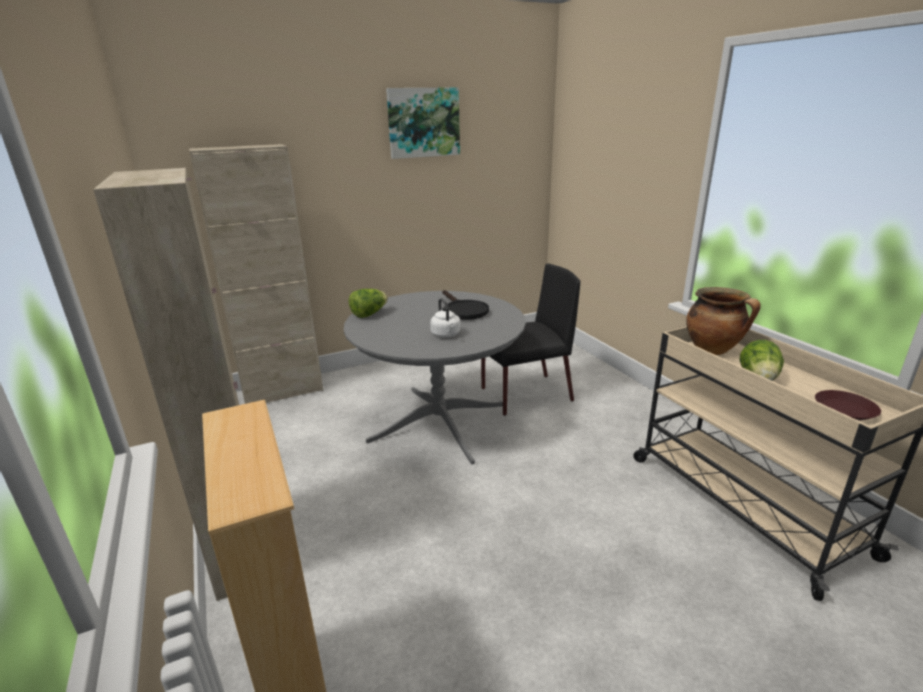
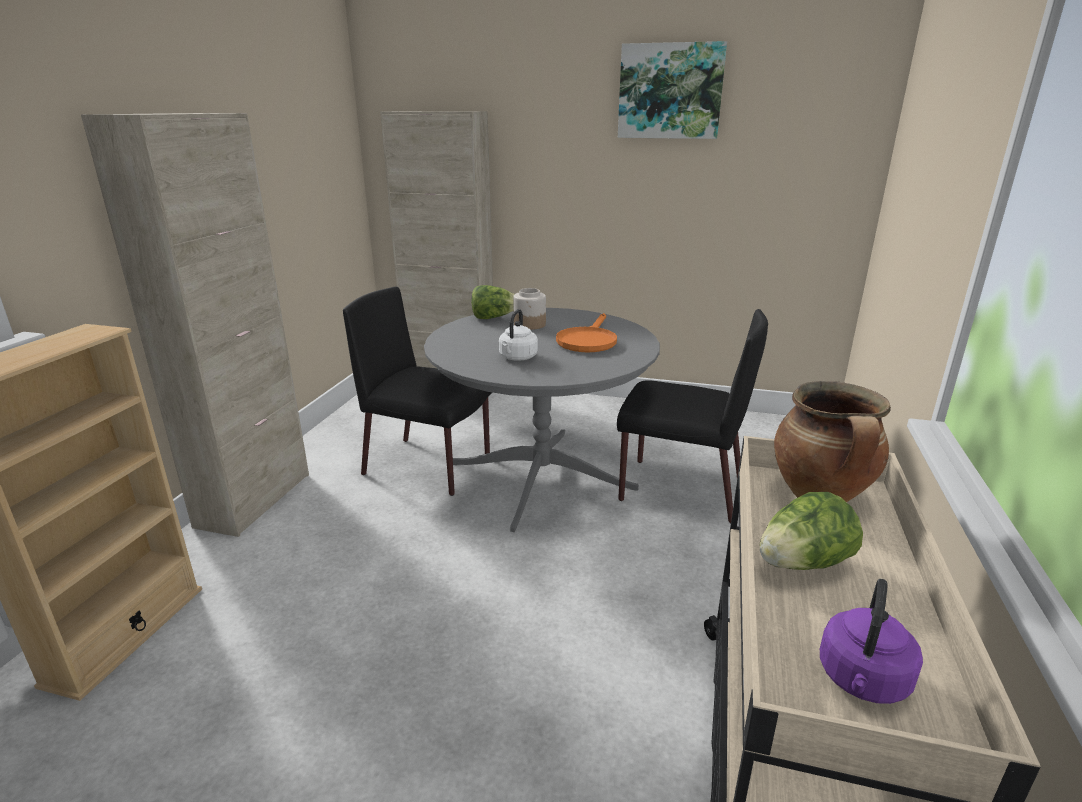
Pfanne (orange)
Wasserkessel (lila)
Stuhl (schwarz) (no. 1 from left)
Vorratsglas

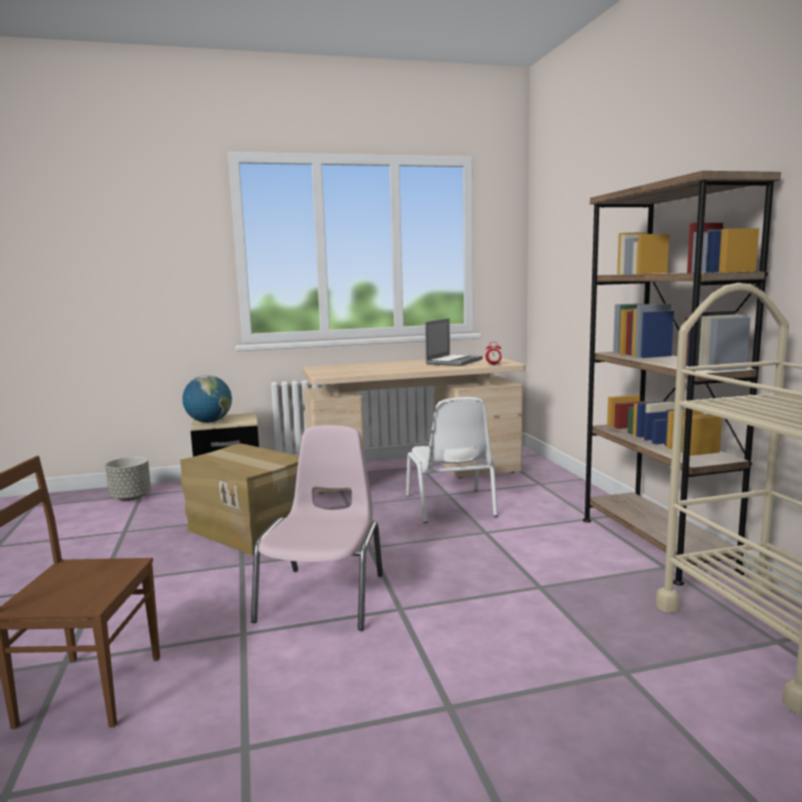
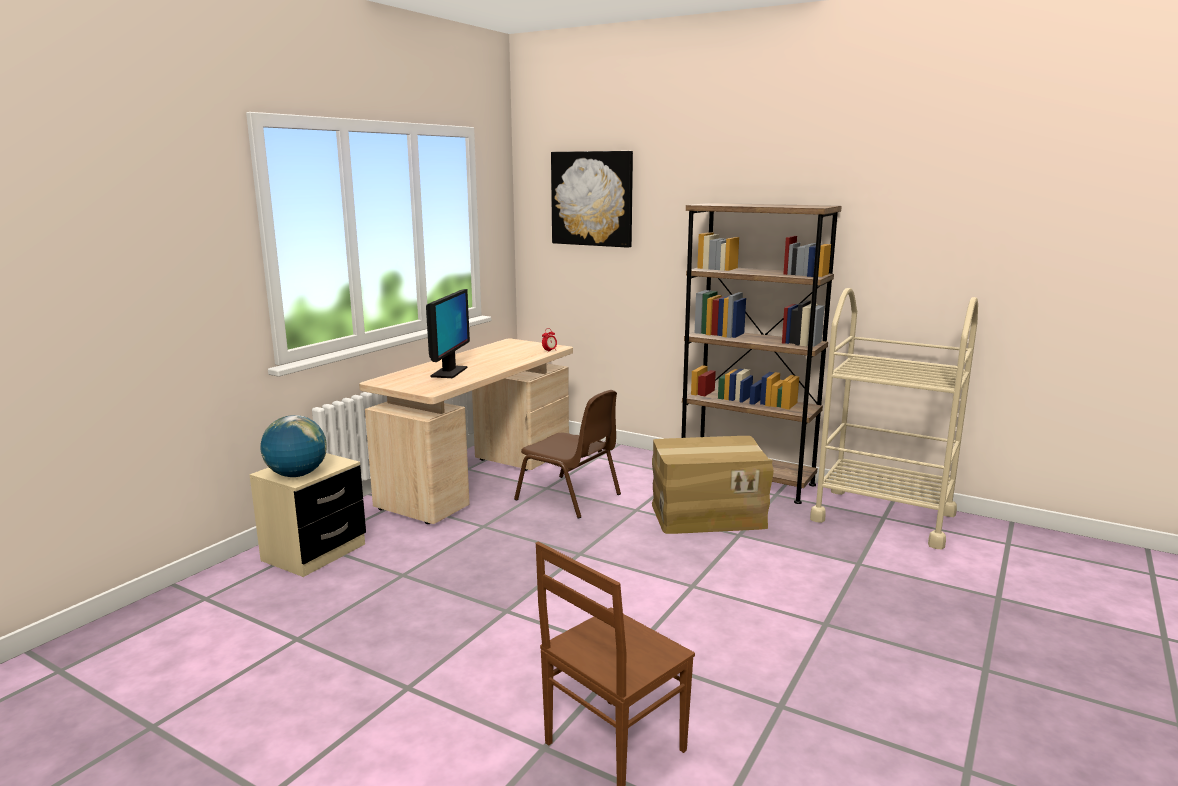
Pflanzkübel (grau)
Karton
Stuhl (rosa)
Stuhl (braun) (no. 1 from left)
Laptop
Monitor
Bild

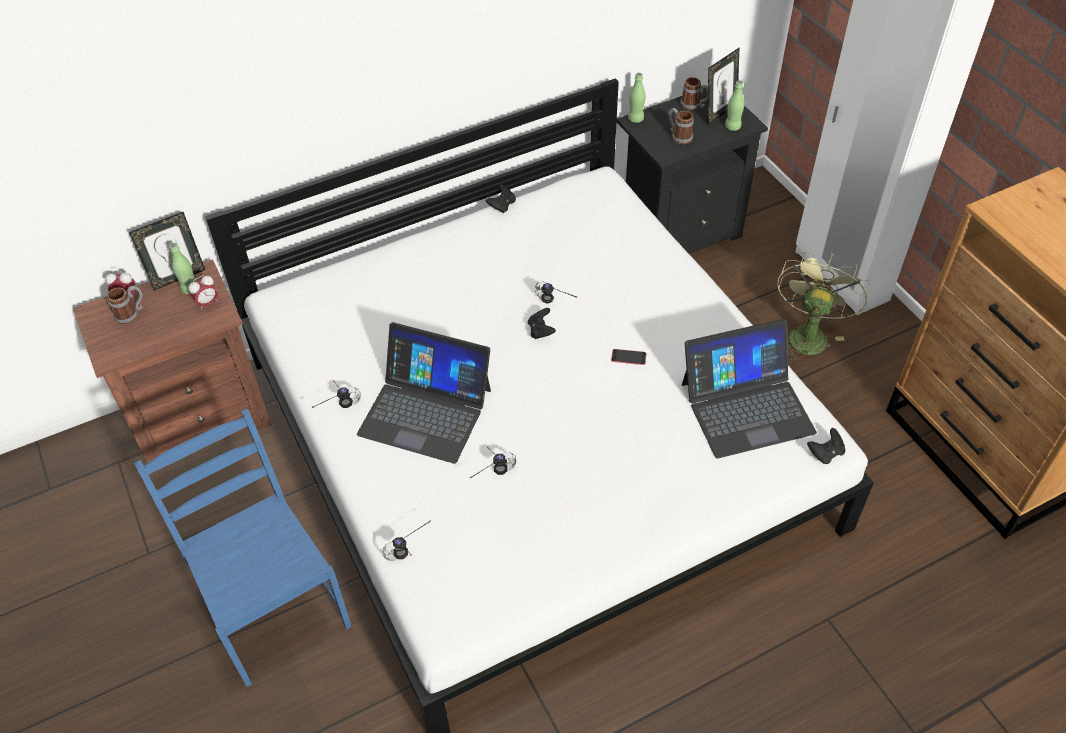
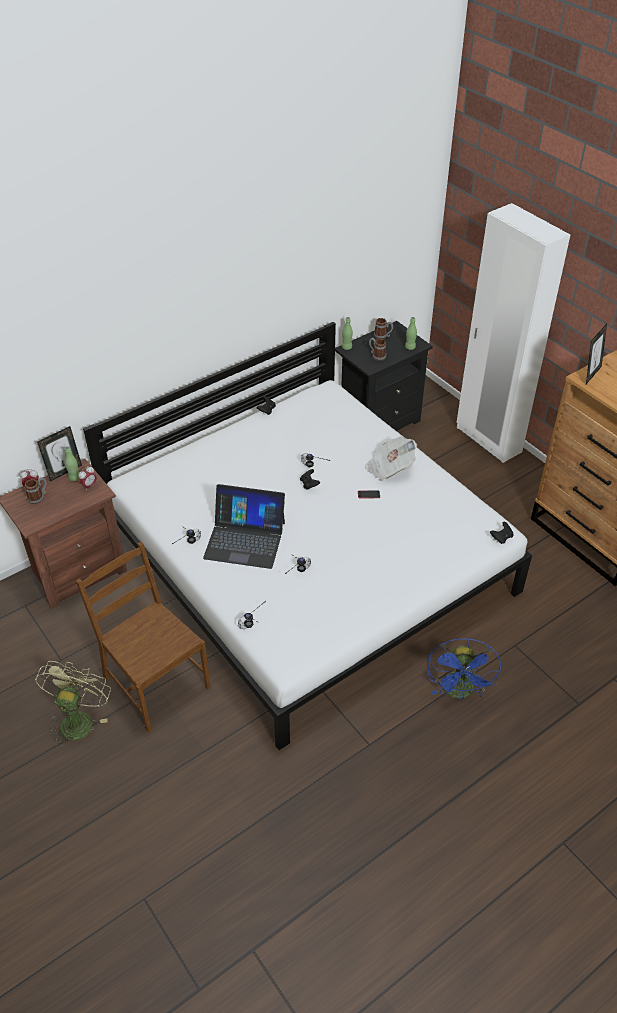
Stuhl (braun)
Laptop (no. 2 from left in the first image)
Bilderrahmen (no. 2 from left)
Ventilator (grün)
Zeitung
Ventilator (blau)

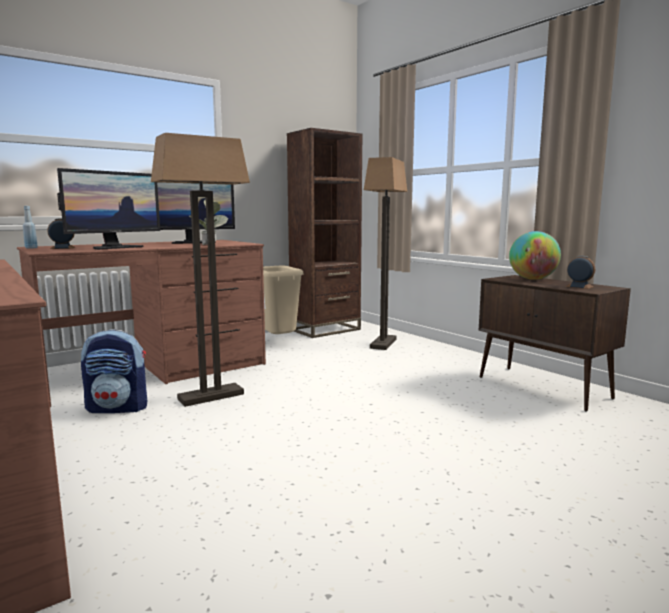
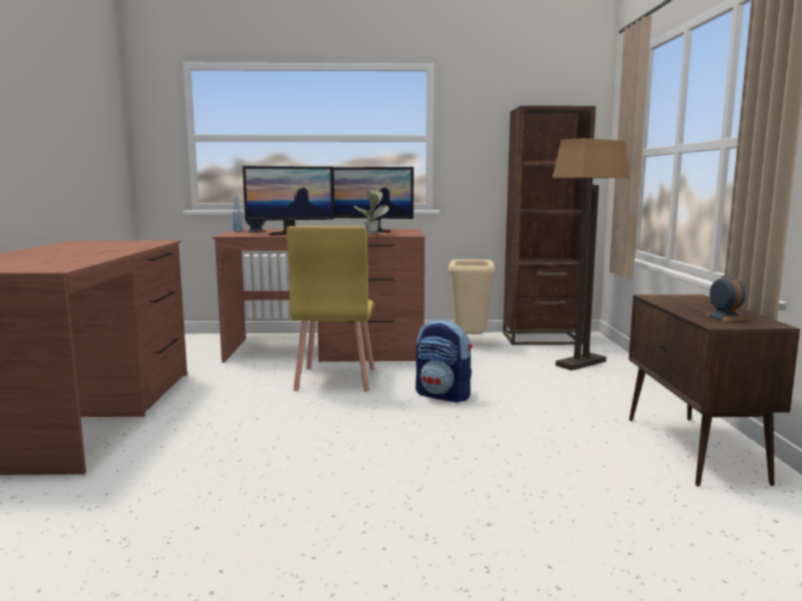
Rucksack
Stuhl (gelb)
Globus

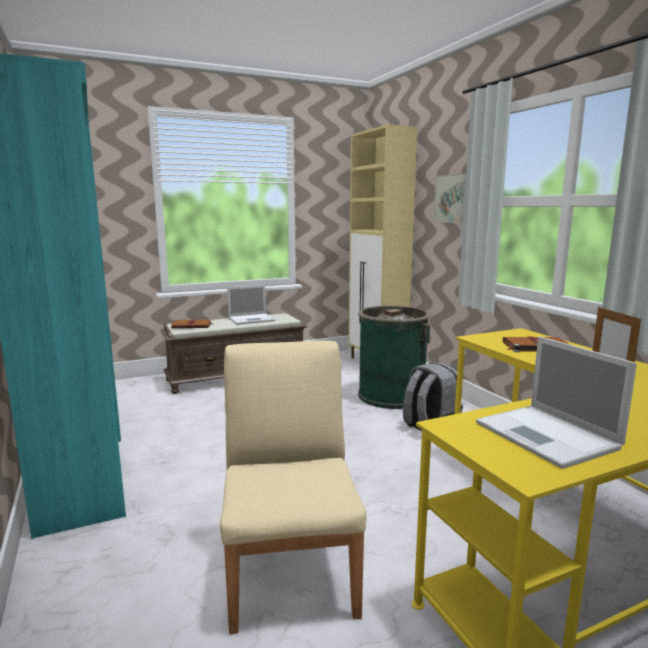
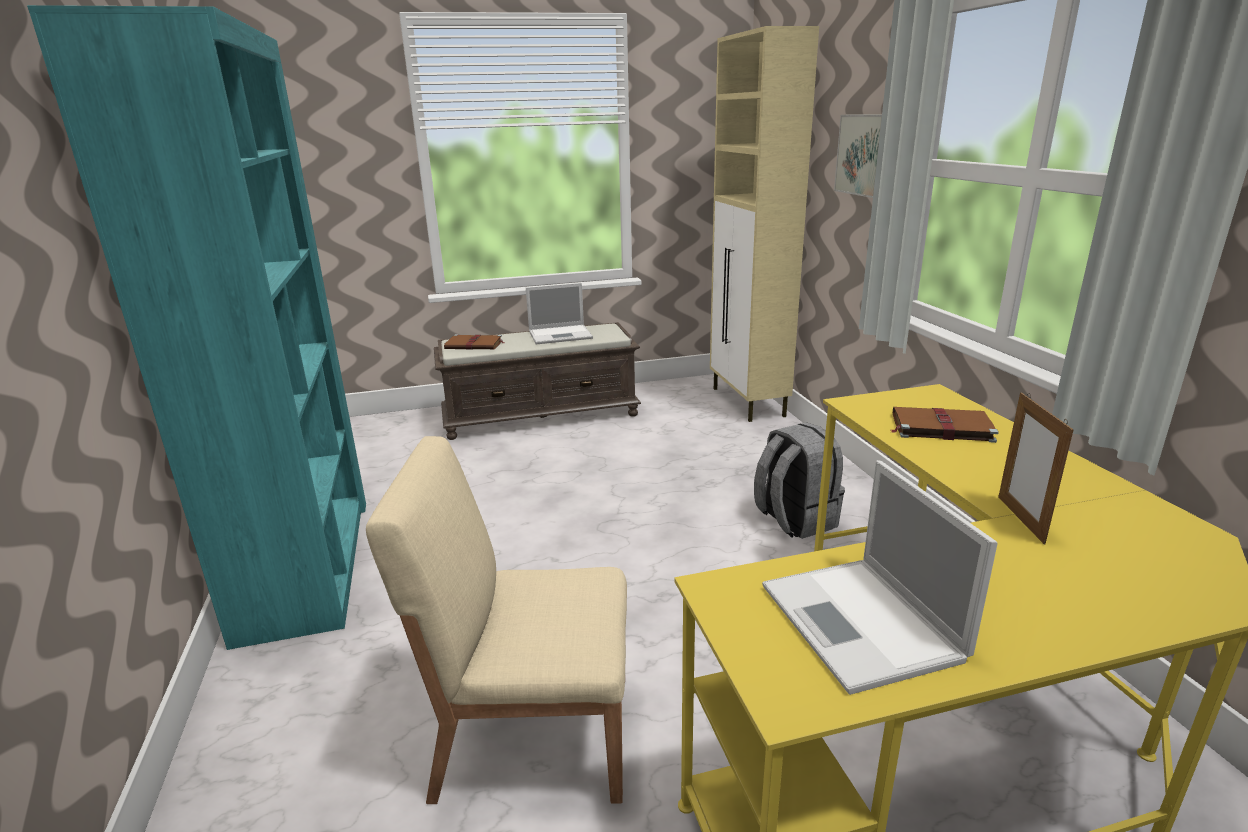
Stuhl (beige)
Mülleimer (grün)

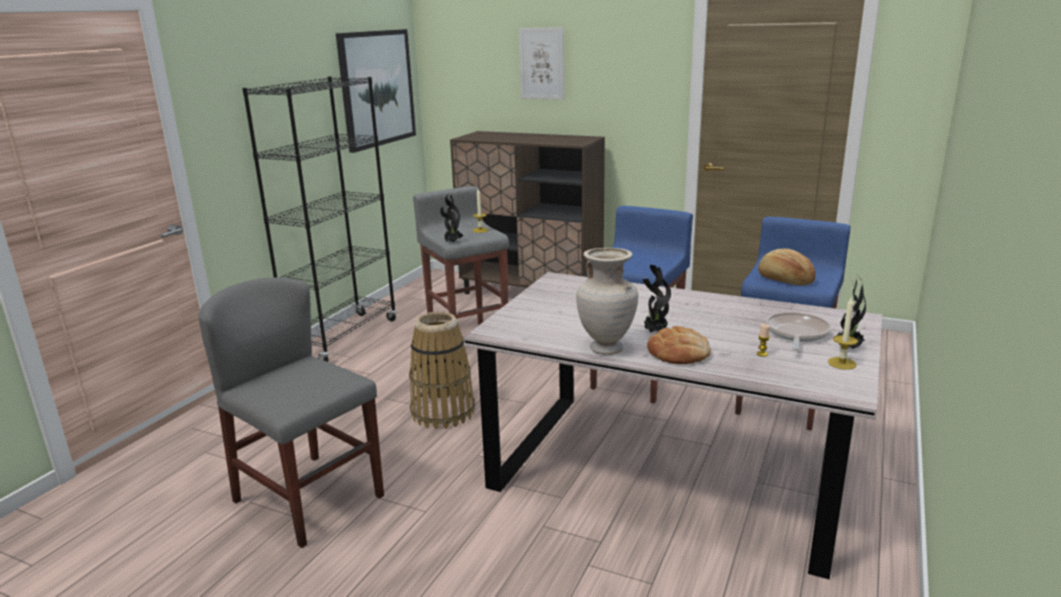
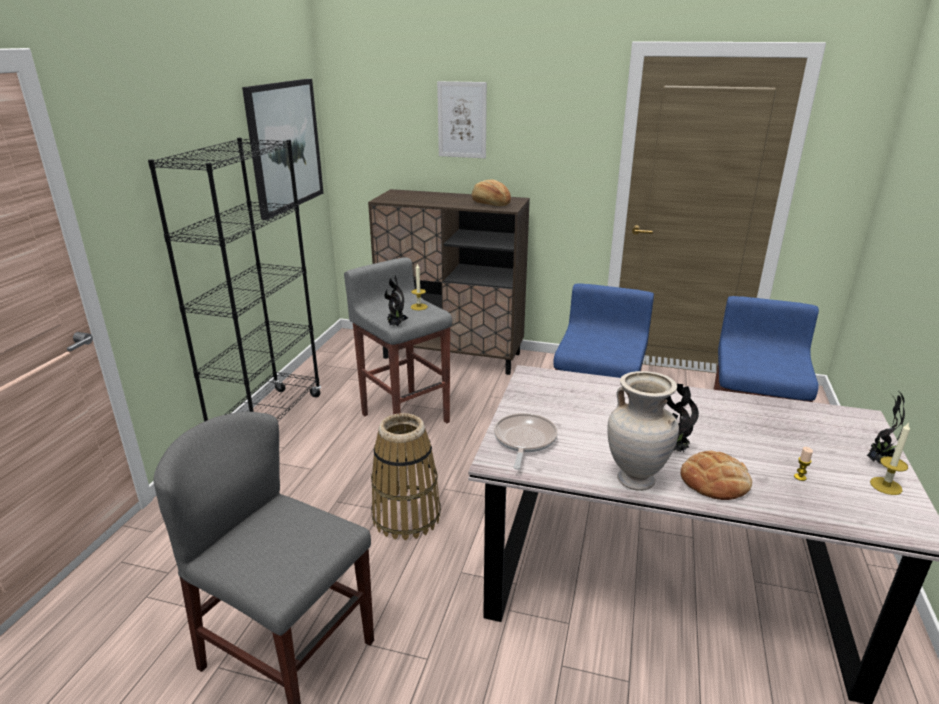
Brot (no. 1 from left)
Pfanne

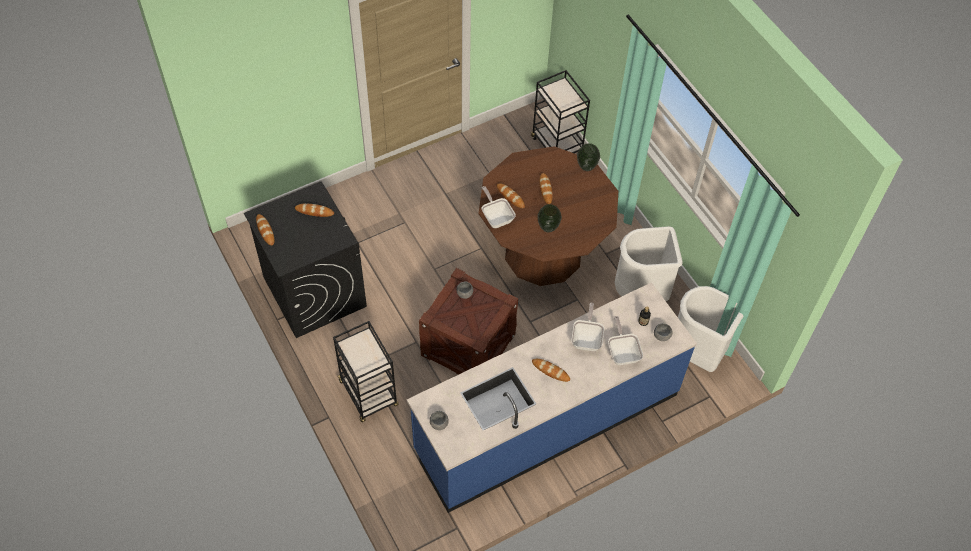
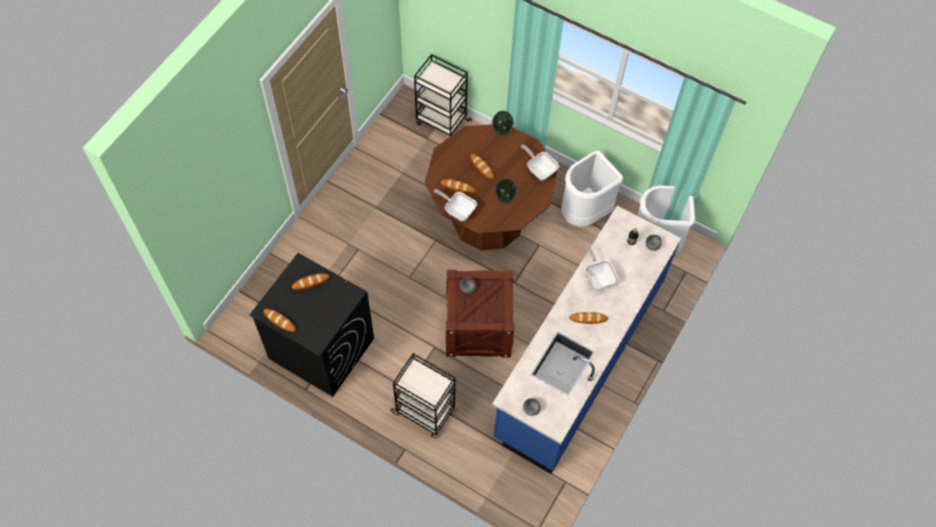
Pfanne (no. 2 from left)

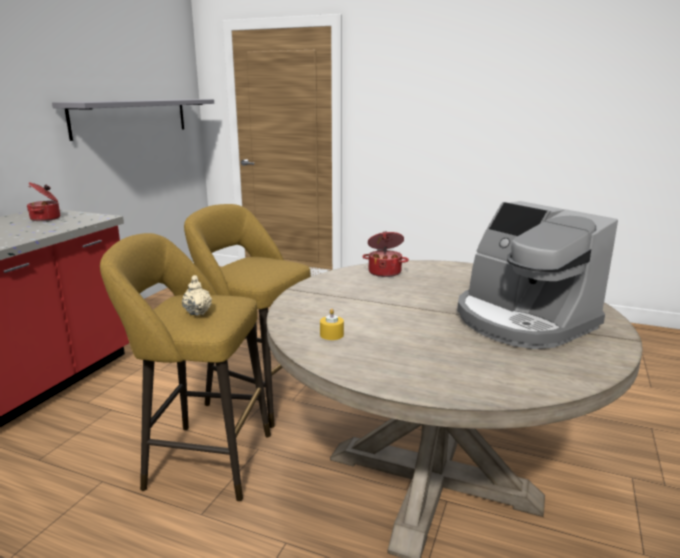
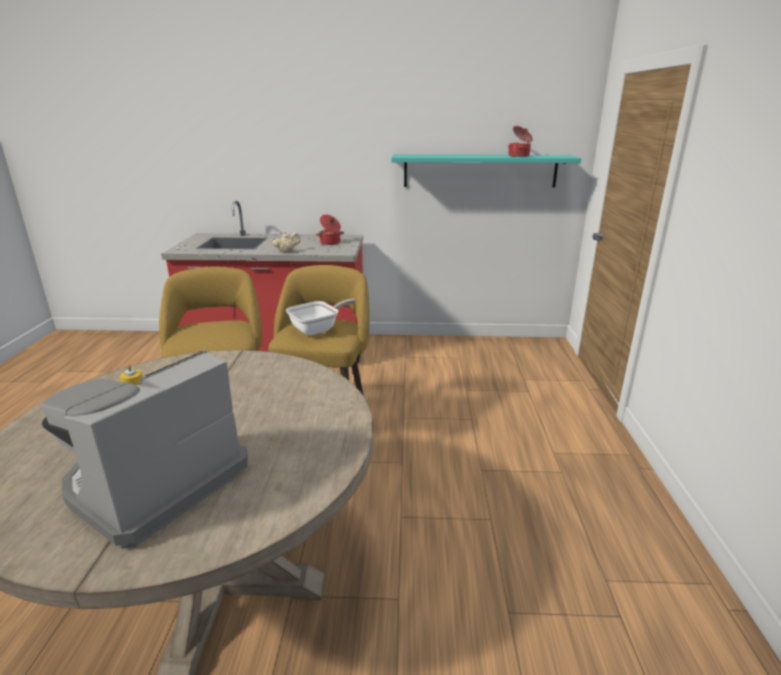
Wandregal (türkis)
Teekanne (beige)
Kochtopf (no. 2 from left)
Pfanne

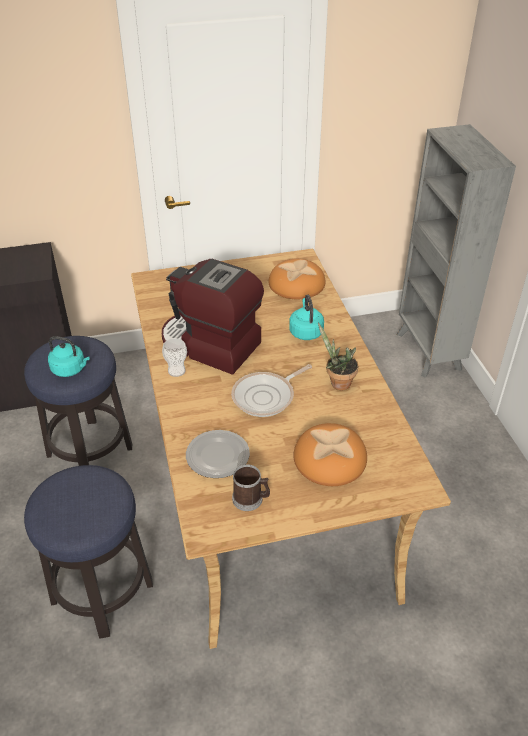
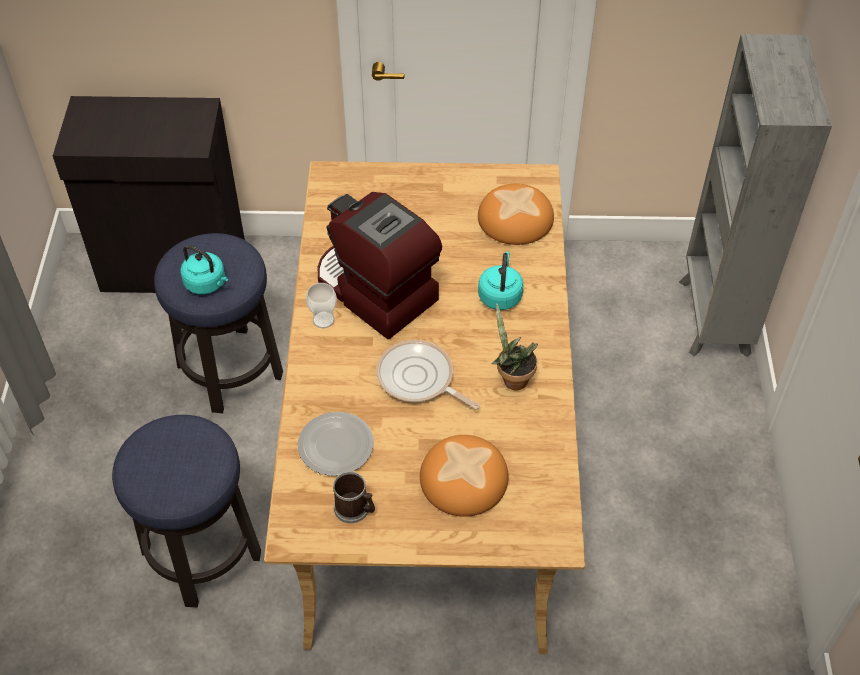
Pfanne

